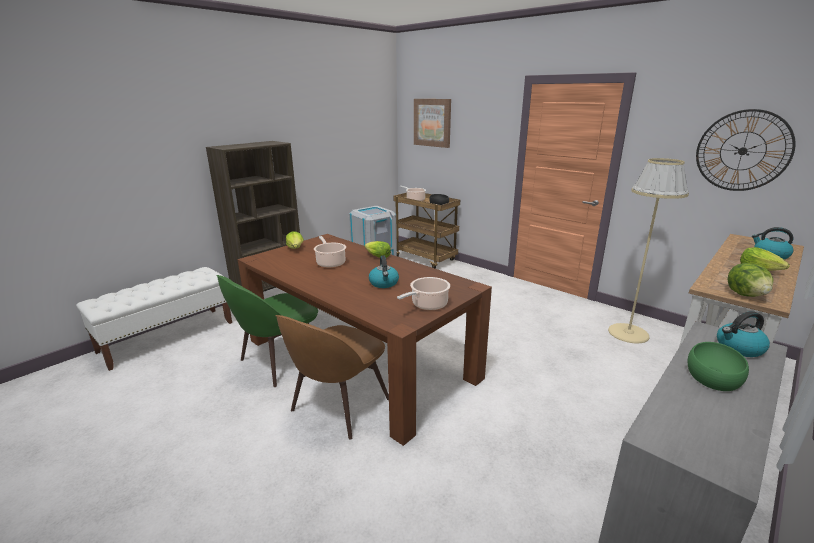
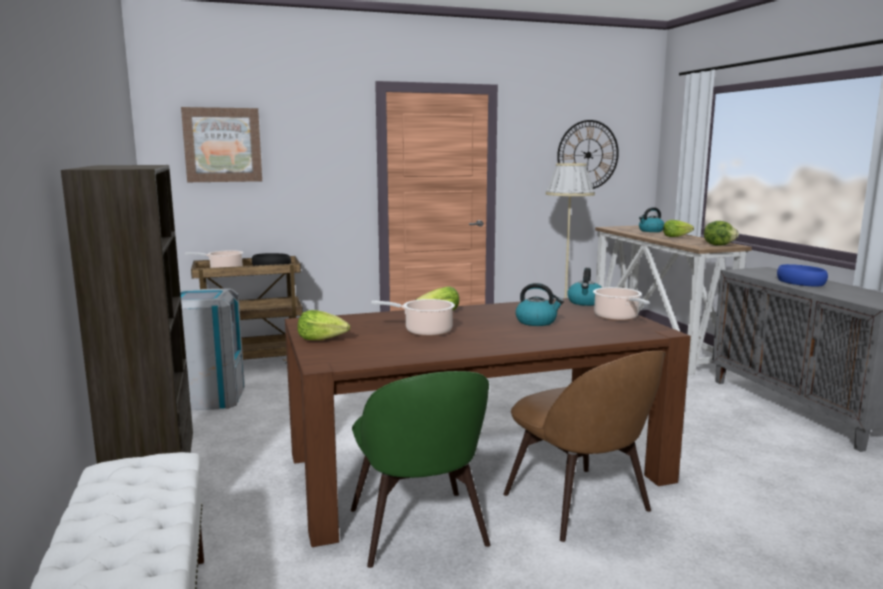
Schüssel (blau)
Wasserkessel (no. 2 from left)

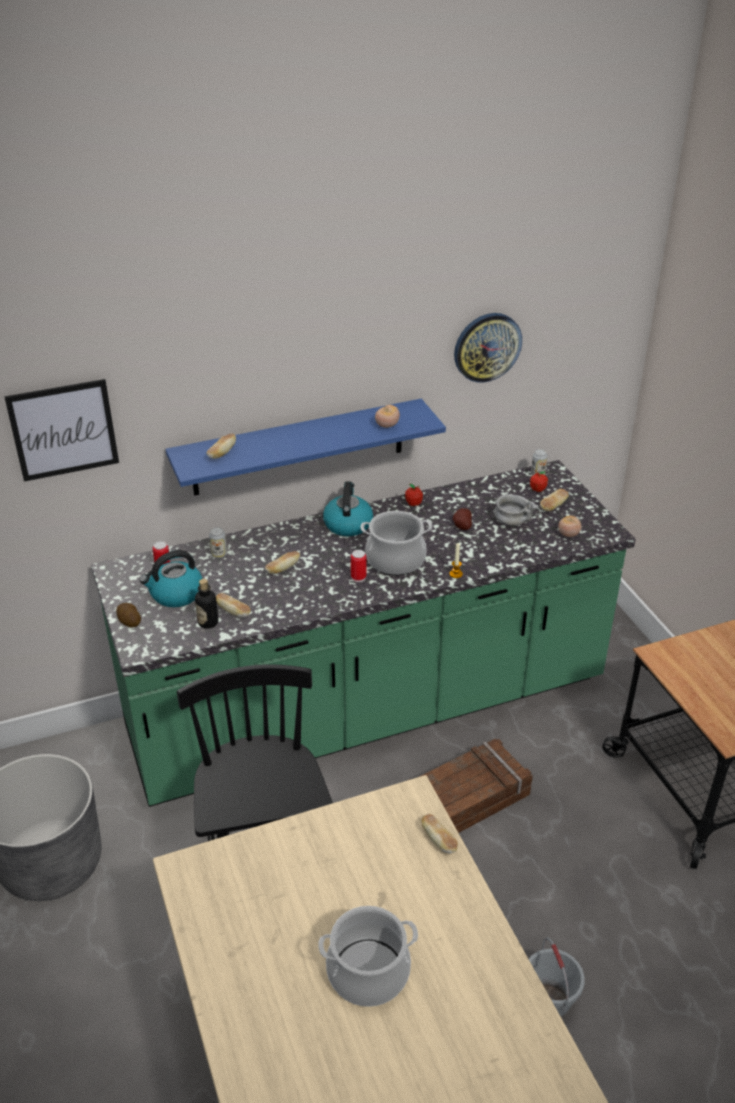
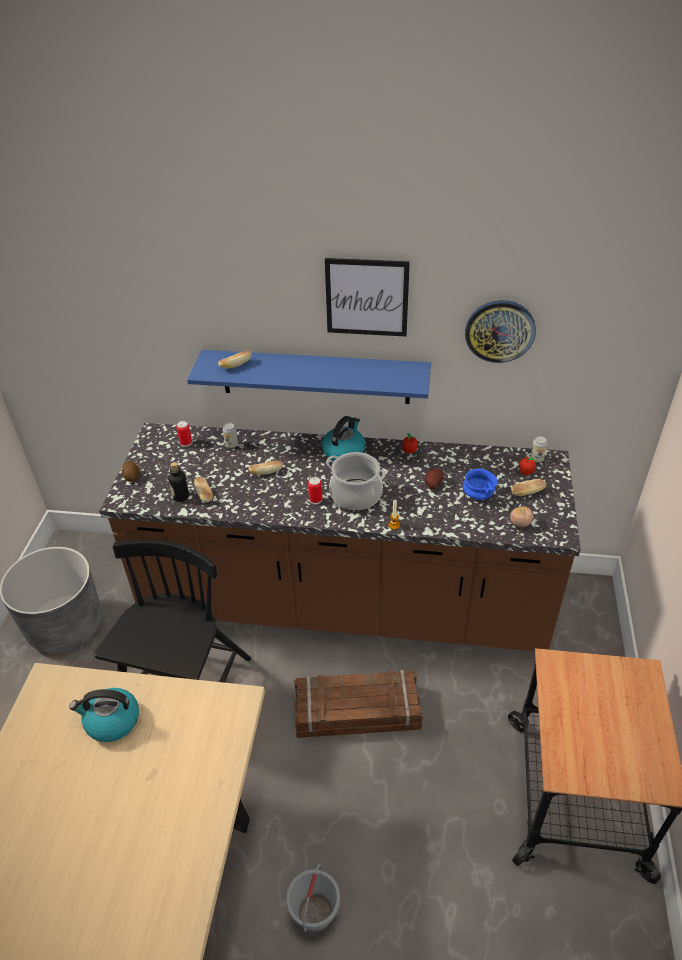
Bild
Küchenzeile (braun)
Wasserkessel (no. 1 from left)
Kochtopf (no. 1 from left in the first image)
Tomate (no. 1 from left in the first image)
Brot (no. 4 from left in the first image)
Schüssel (blau)

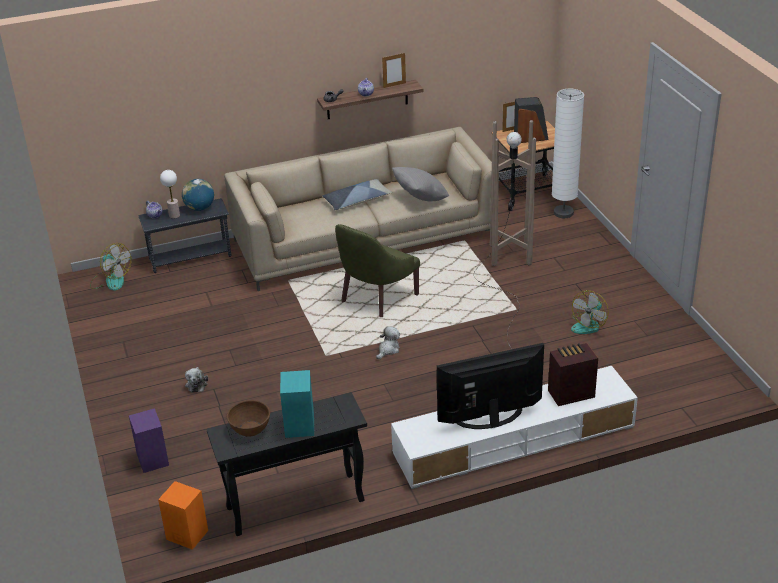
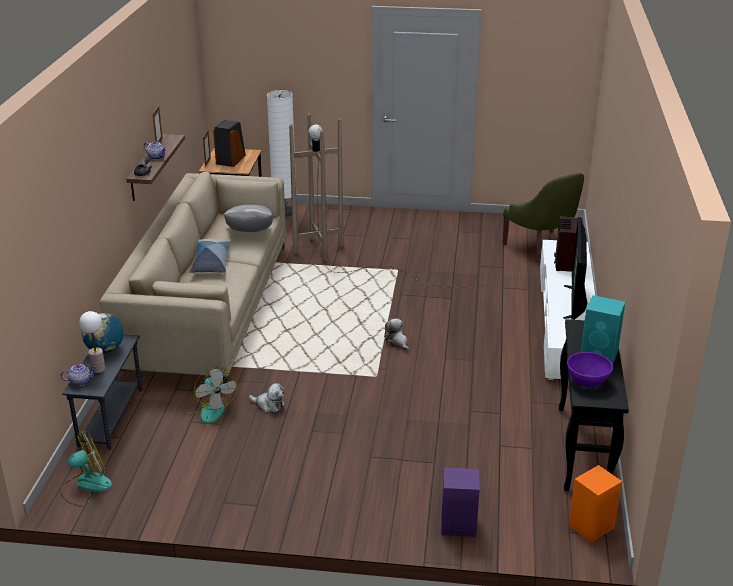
Plüschtier (no. 1 from left)
Schüssel (lila)
Sessel (grün)
Ventilator (no. 2 from left)

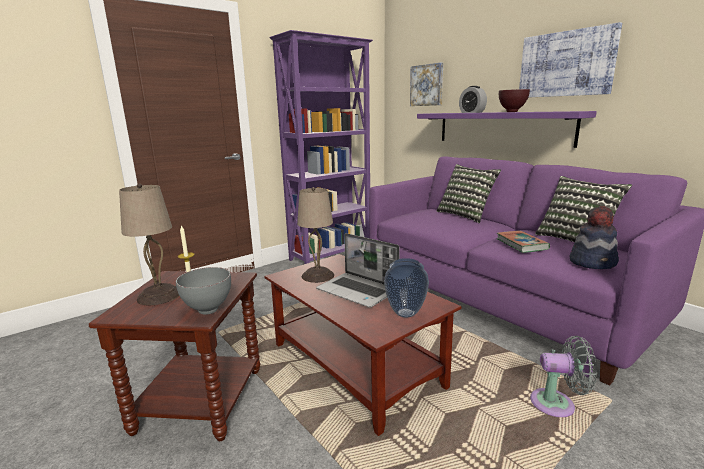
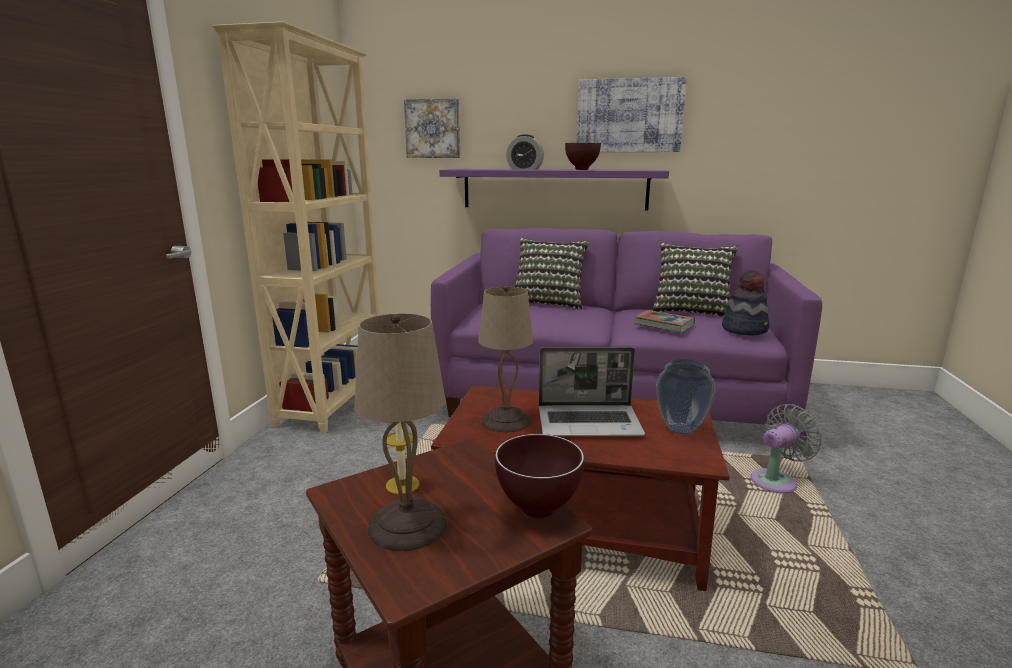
Schüssel (braun) (no. 1 from left)
Bücherregal (beige)

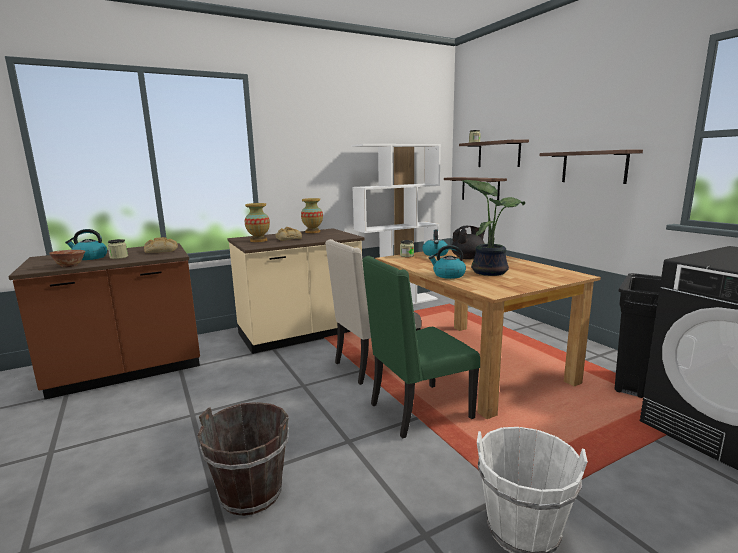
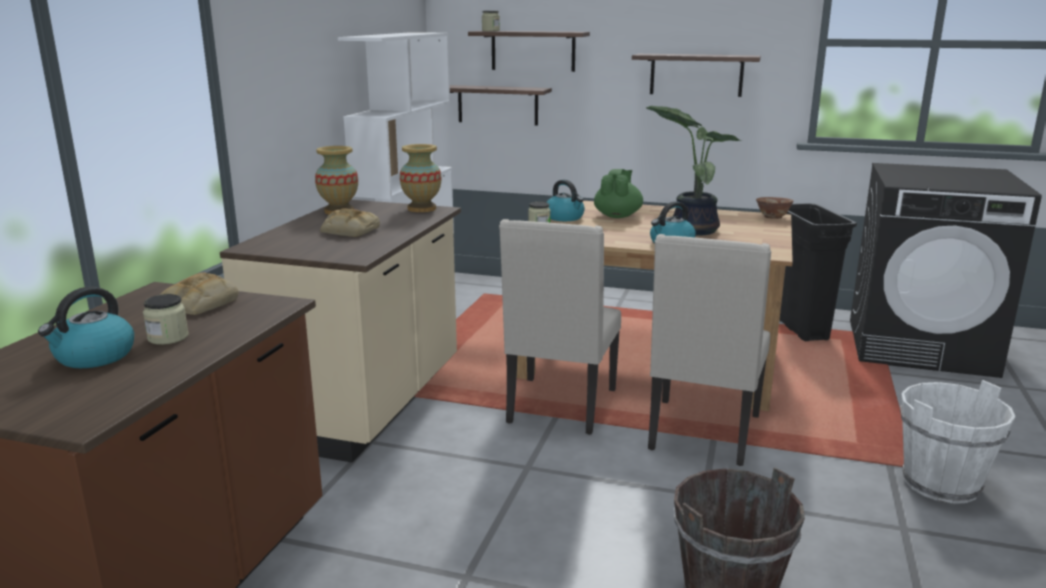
Schüssel
Vase (no. 2 from left)
Stuhl (beige) (no. 2 from left)
Teekanne (grün)

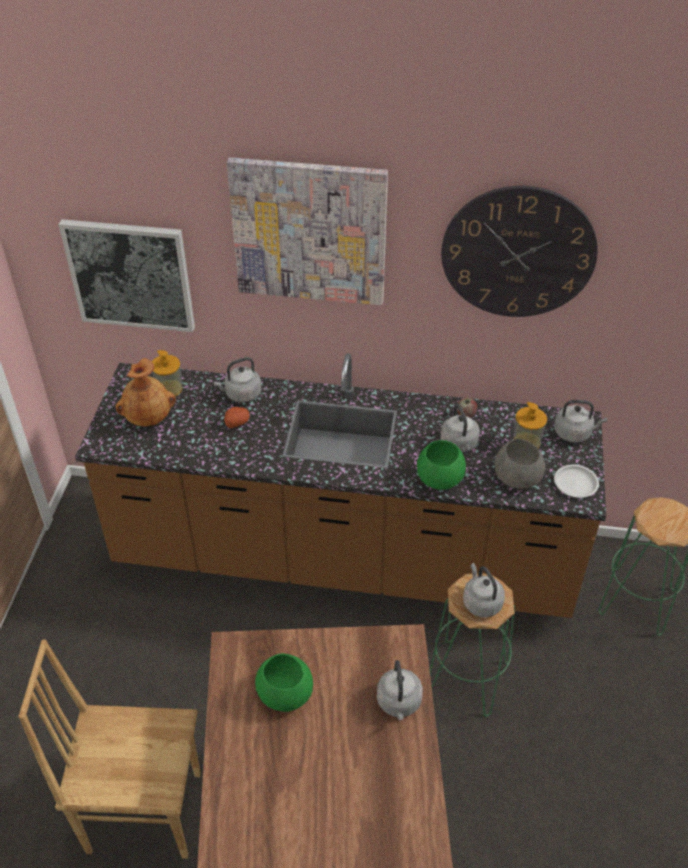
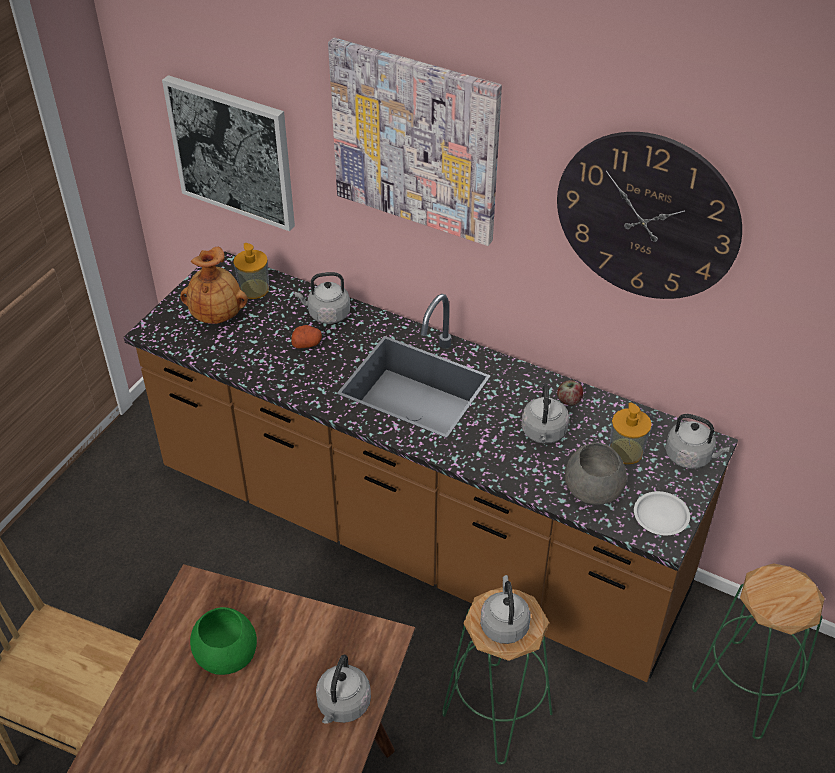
Schüssel (grün) (no. 2 from left in the first image)

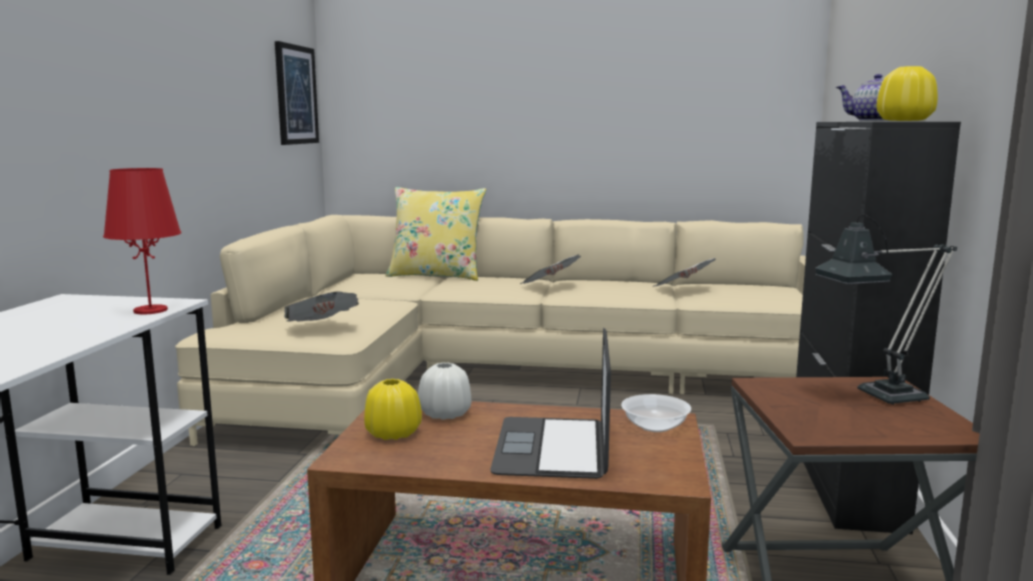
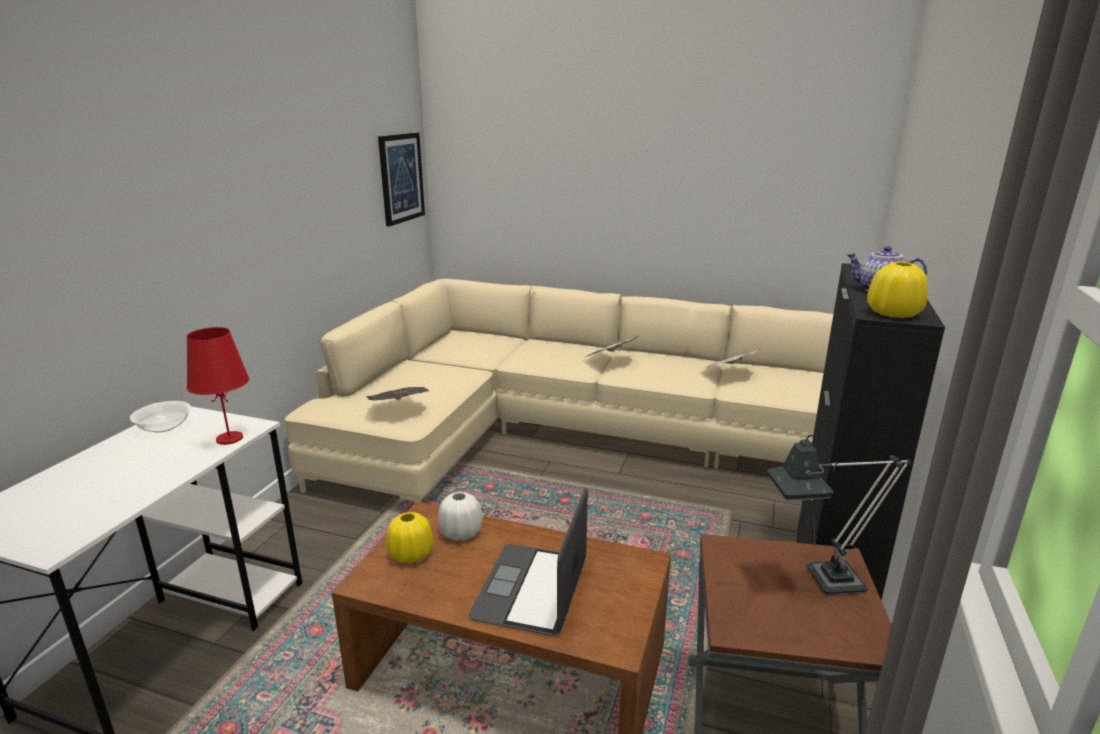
Kissen (gelb)
Schüssel

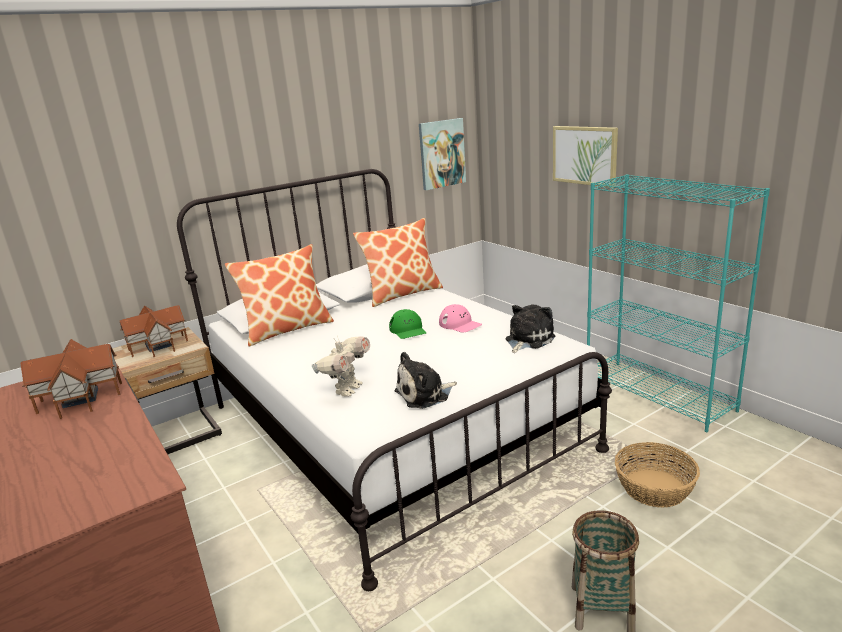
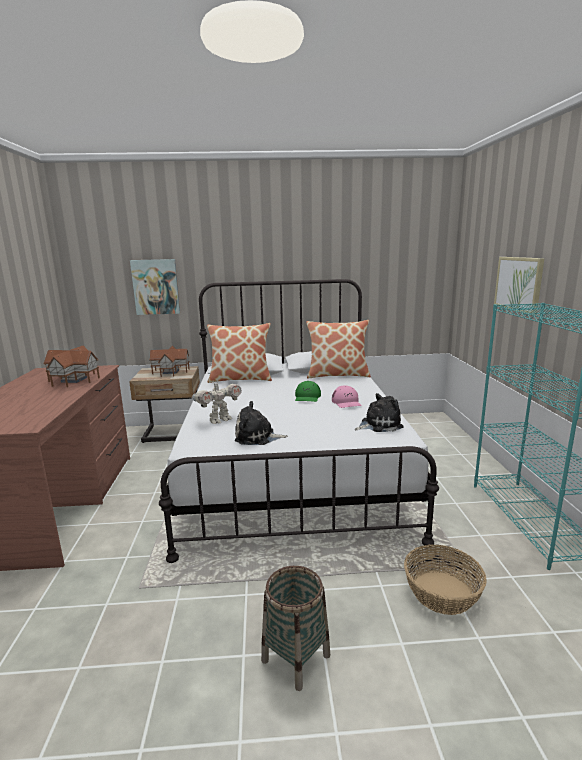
Bild (no. 1 from left)

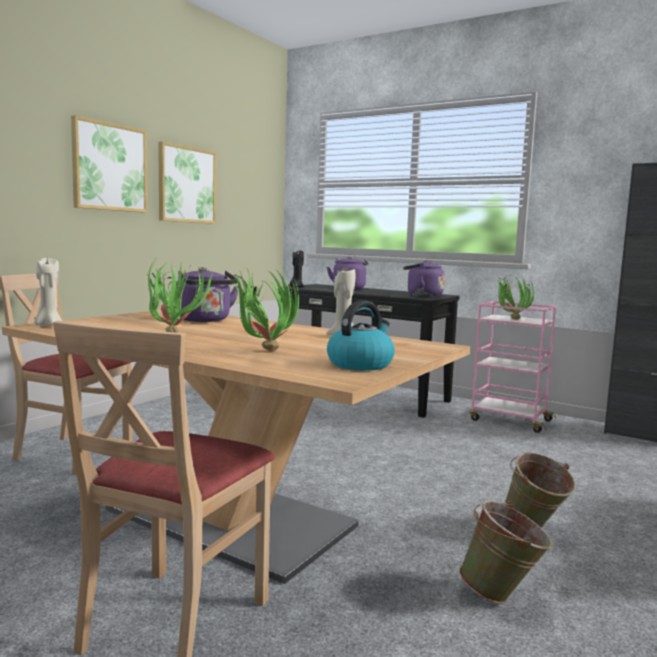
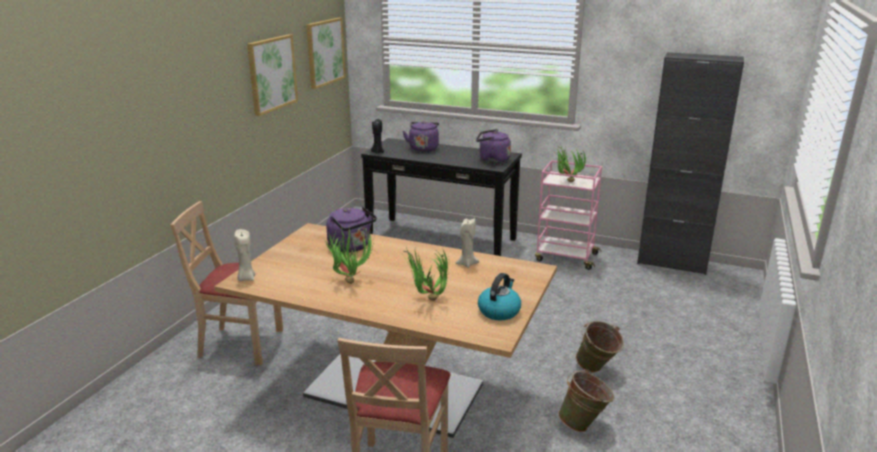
Bild (no. 2 from left)

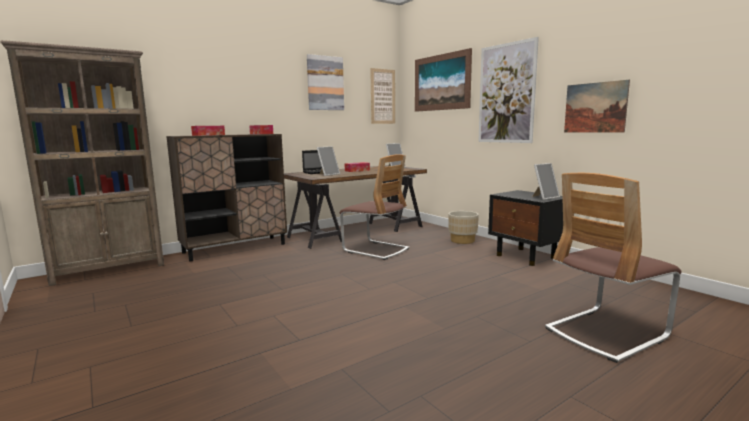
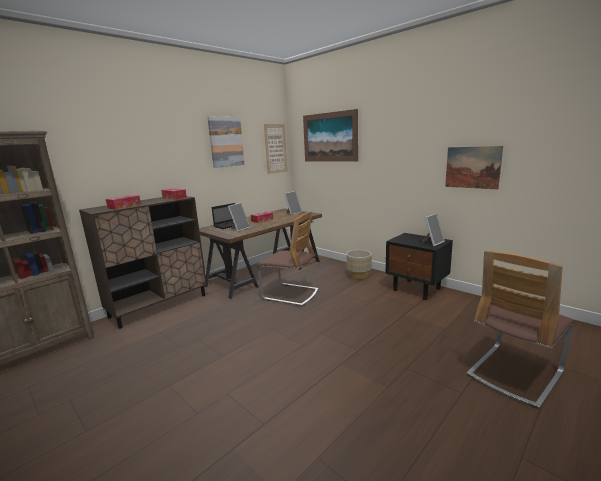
Bild (no. 4 from left in the first image)

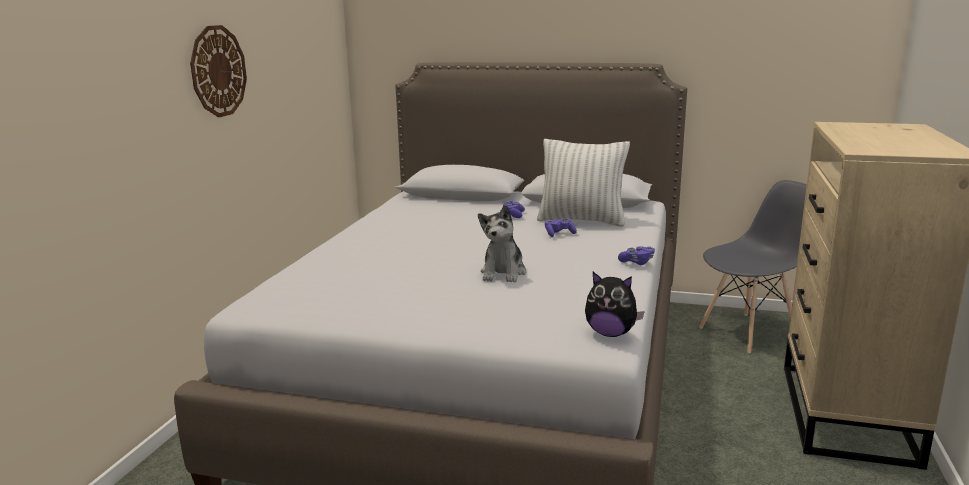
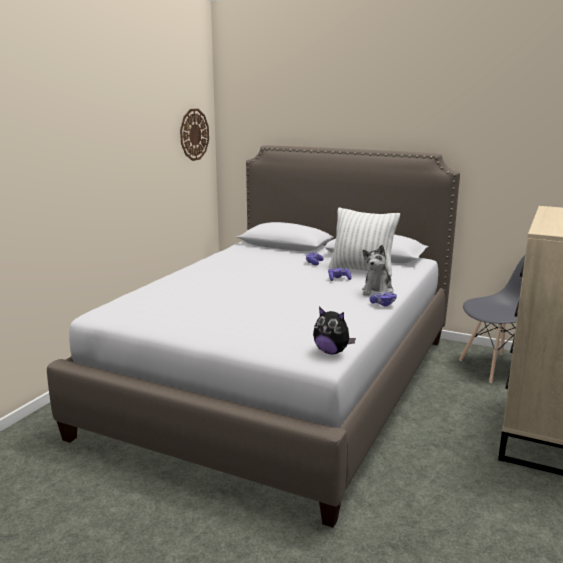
Wanduhr
Plüschtier (no. 2 from left)

